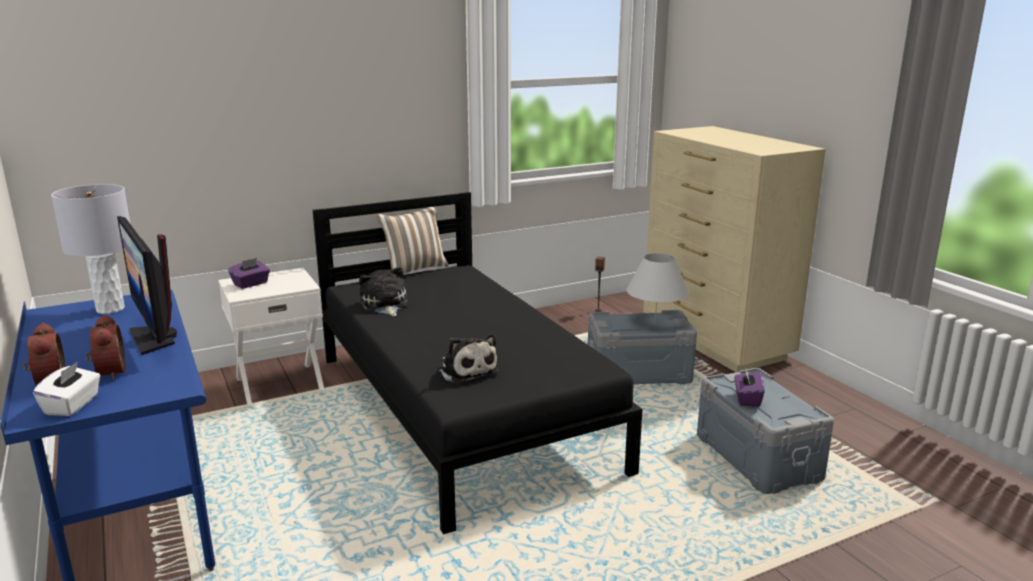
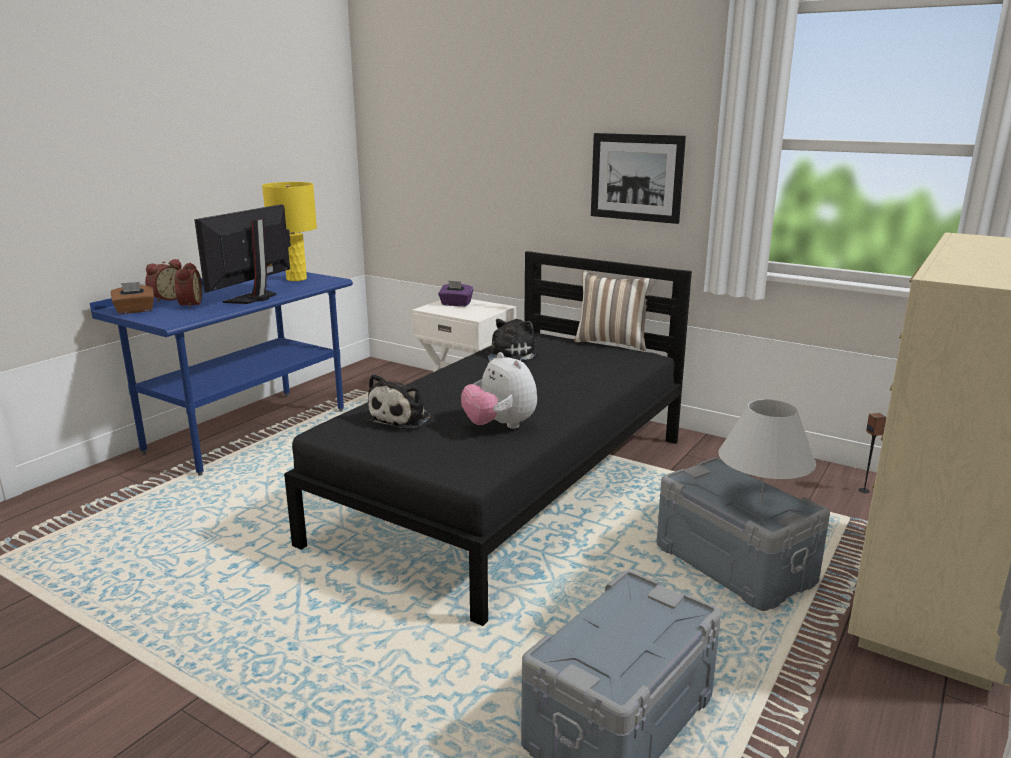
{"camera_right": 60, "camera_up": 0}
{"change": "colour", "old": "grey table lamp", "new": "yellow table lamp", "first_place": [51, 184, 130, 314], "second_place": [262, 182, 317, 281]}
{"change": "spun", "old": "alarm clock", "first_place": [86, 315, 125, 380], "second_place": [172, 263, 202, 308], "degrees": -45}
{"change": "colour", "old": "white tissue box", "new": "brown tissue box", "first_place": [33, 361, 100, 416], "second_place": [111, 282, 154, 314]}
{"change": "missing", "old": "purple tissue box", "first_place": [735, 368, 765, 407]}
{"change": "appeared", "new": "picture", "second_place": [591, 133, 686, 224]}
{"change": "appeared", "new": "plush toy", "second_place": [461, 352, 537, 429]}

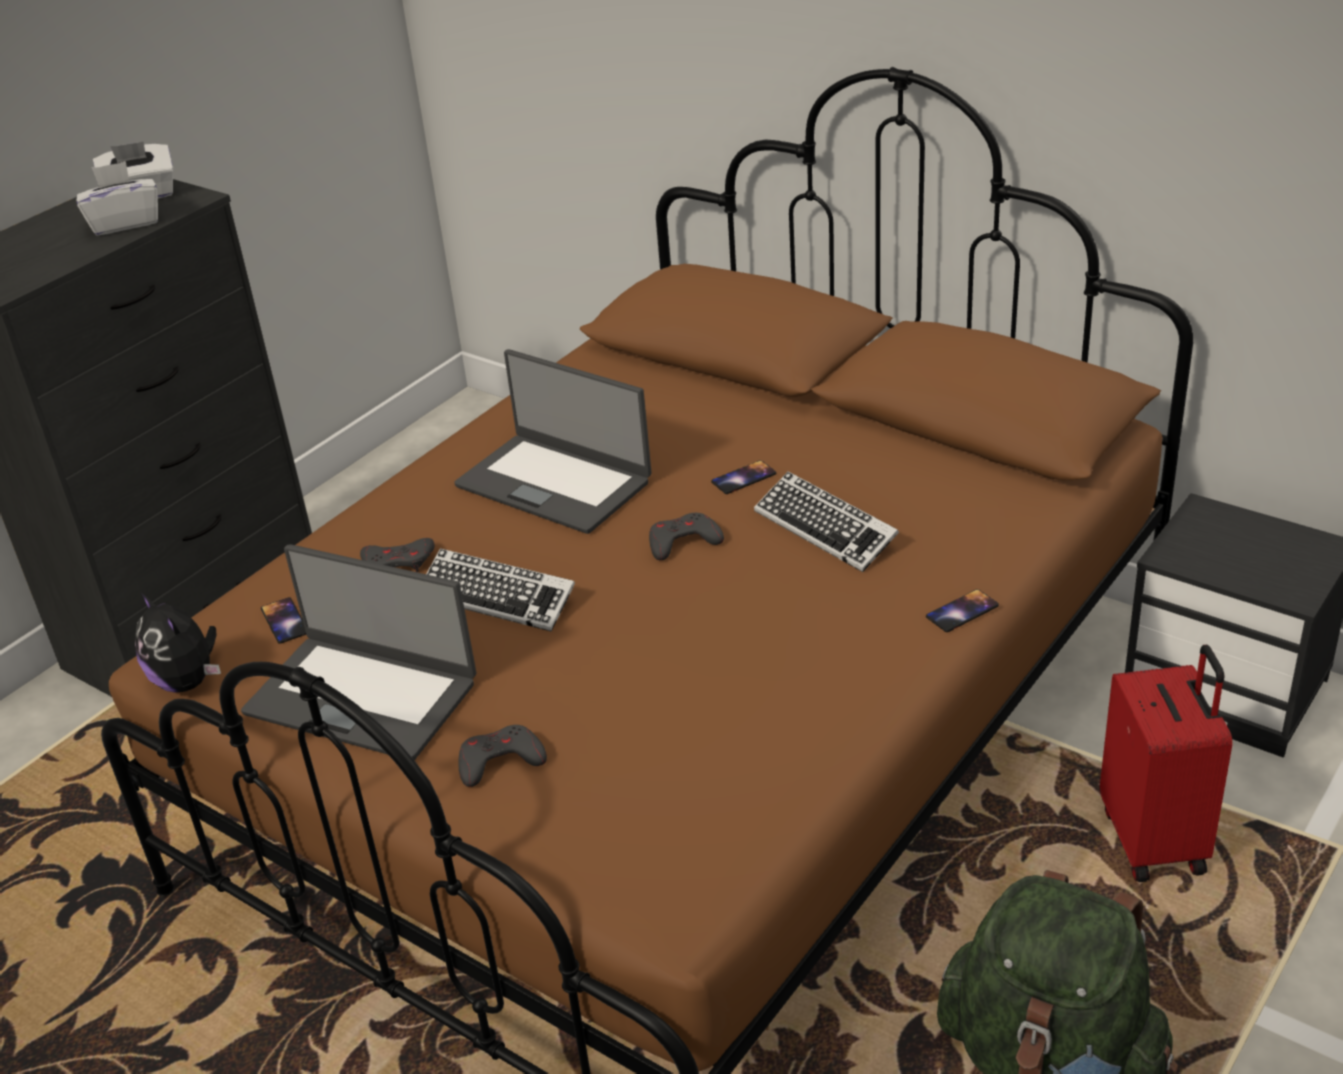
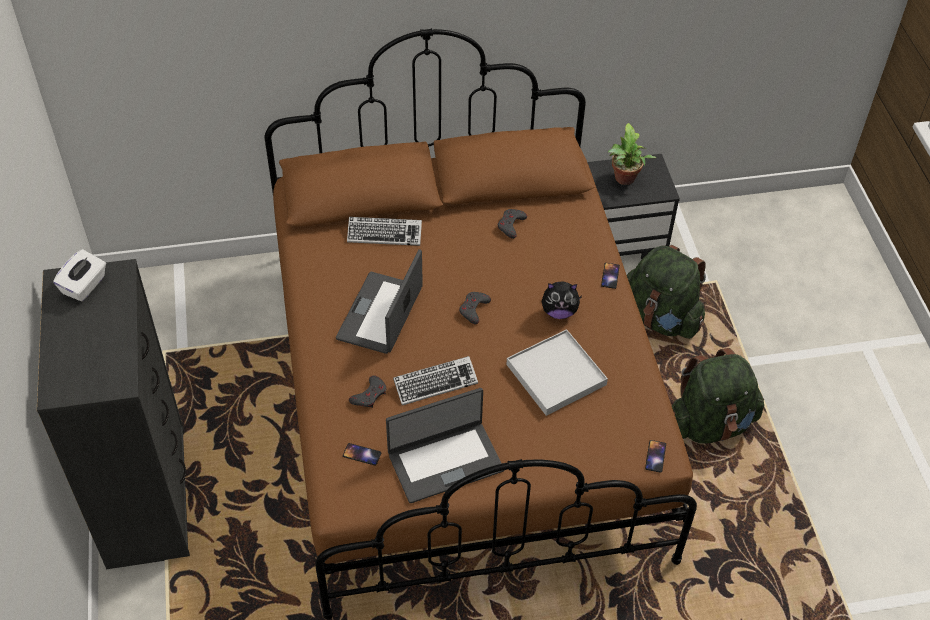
{"camera_right": -50, "camera_up": 15}
{"change": "missing", "old": "white tissue box", "first_place": [77, 161, 158, 235]}
{"change": "spun", "old": "laptop", "first_place": [454, 349, 652, 534], "second_place": [336, 249, 423, 354], "degrees": 120}
{"change": "relocated", "old": "phone", "first_place": [711, 460, 776, 494], "second_place": [645, 440, 666, 473]}
{"change": "relocated", "old": "keyboard", "first_place": [754, 471, 899, 572], "second_place": [347, 217, 422, 246]}
{"change": "relocated", "old": "plush toy", "first_place": [135, 592, 221, 693], "second_place": [541, 281, 582, 319]}
{"change": "exchanged", "old": "red suitcase", "new": "green backpack", "first_place": [1100, 645, 1233, 882], "second_place": [627, 245, 706, 339]}
{"change": "relocated", "old": "grey game controller", "first_place": [458, 725, 547, 787], "second_place": [498, 209, 527, 239]}
{"change": "appeared", "new": "potted plant", "second_place": [607, 123, 656, 185]}
{"change": "appeared", "new": "white tray", "second_place": [506, 329, 608, 416]}

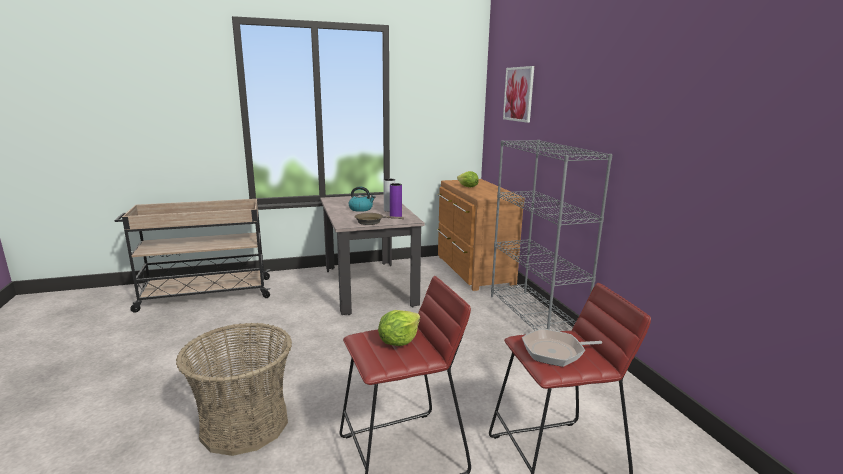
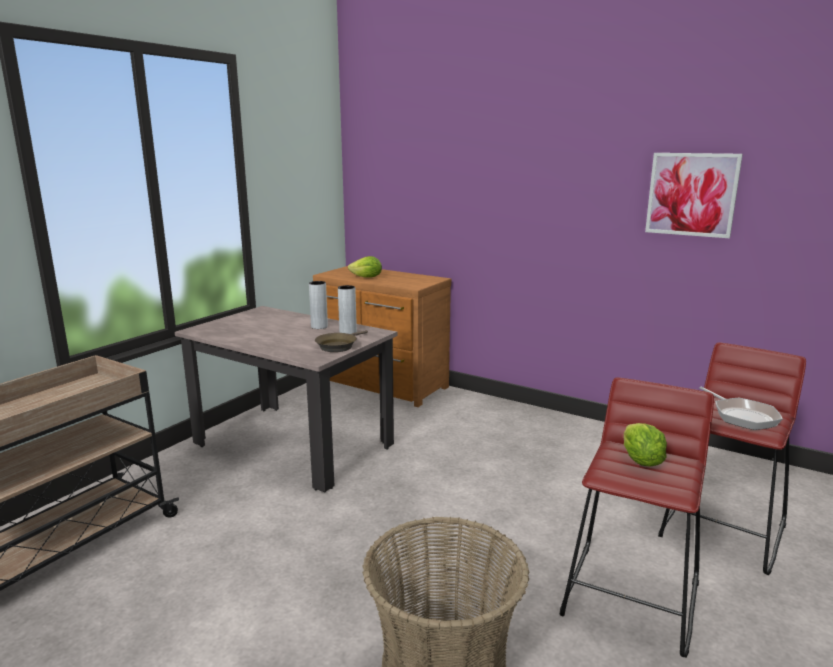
{"camera_right": -40, "camera_up": 0}
{"change": "relocated", "old": "picture", "first_place": [503, 66, 534, 123], "second_place": [645, 153, 743, 238]}
{"change": "missing", "old": "grey bookcase", "first_place": [491, 140, 613, 331]}
{"change": "colour", "old": "purple vase", "new": "grey vase", "first_place": [390, 183, 402, 217], "second_place": [338, 285, 357, 334]}
{"change": "missing", "old": "kettle", "first_place": [349, 186, 376, 212]}
{"change": "spun", "old": "frying pan", "first_place": [522, 329, 602, 367], "second_place": [699, 386, 783, 430], "degrees": -60}

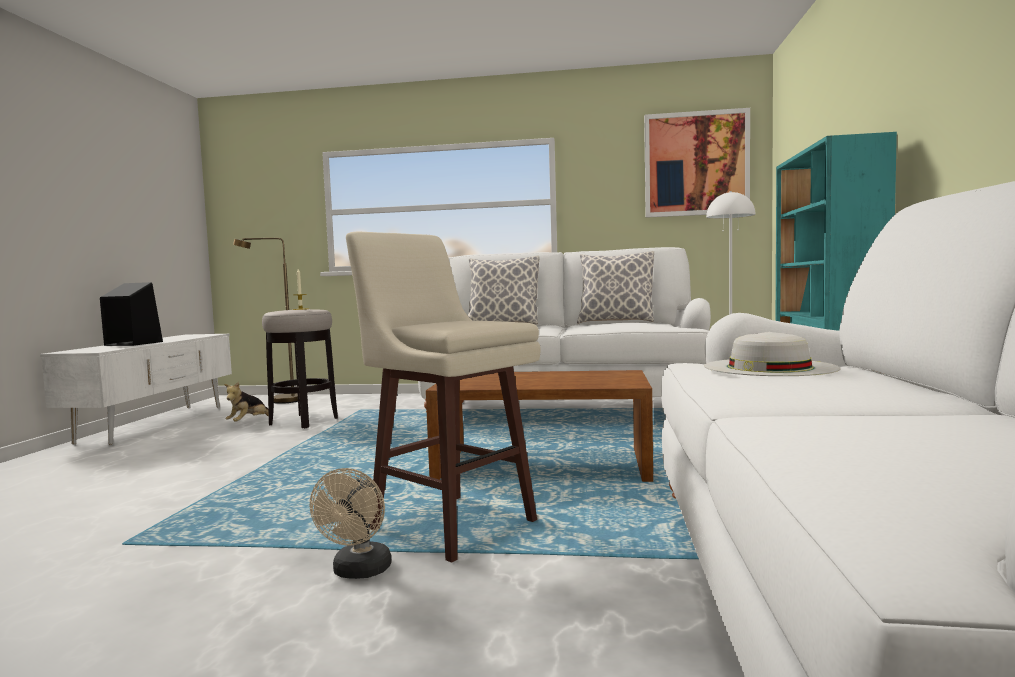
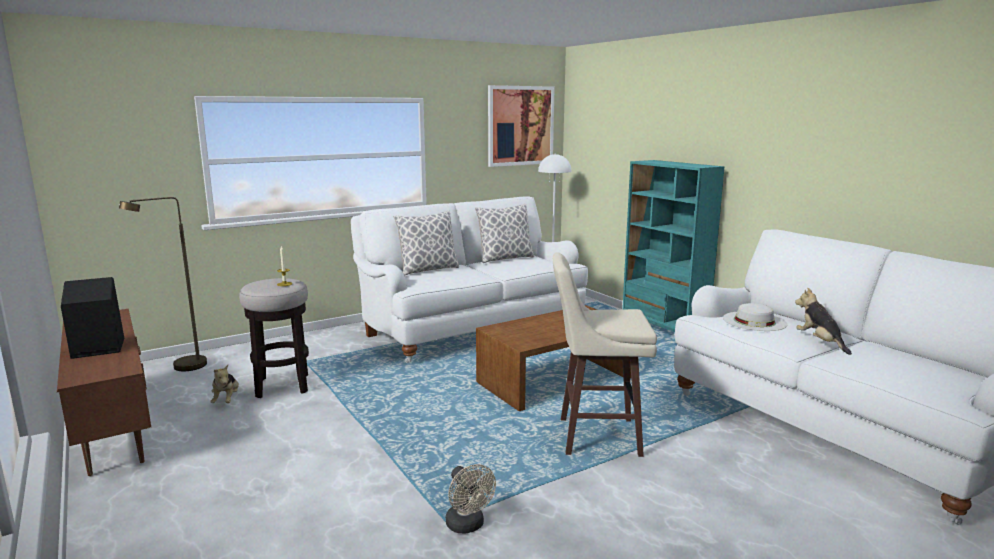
{"camera_right": -40, "camera_up": 10}
{"change": "colour", "old": "white tv stand", "new": "brown tv stand", "first_place": [40, 334, 232, 445], "second_place": [57, 309, 151, 476]}
{"change": "relocated", "old": "beige fan", "first_place": [310, 468, 392, 579], "second_place": [446, 464, 496, 534]}
{"change": "appeared", "new": "plush toy", "second_place": [795, 287, 852, 355]}

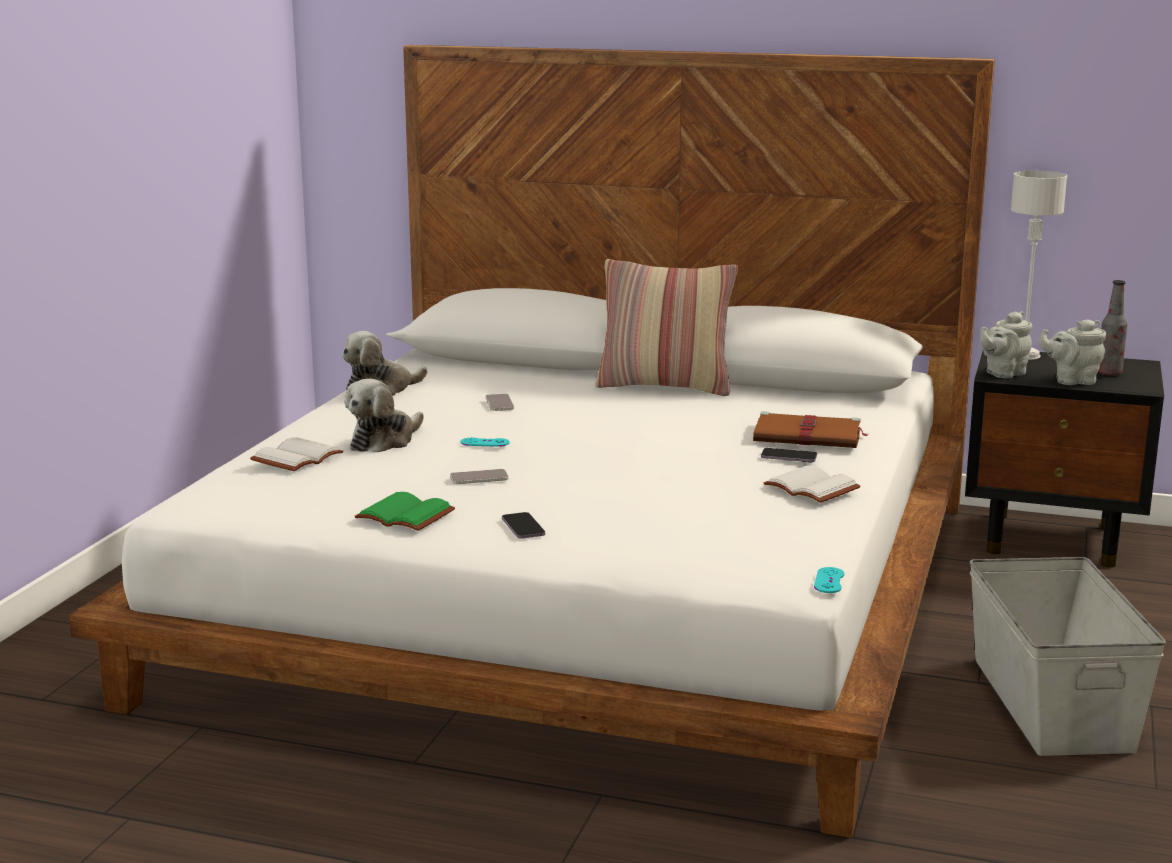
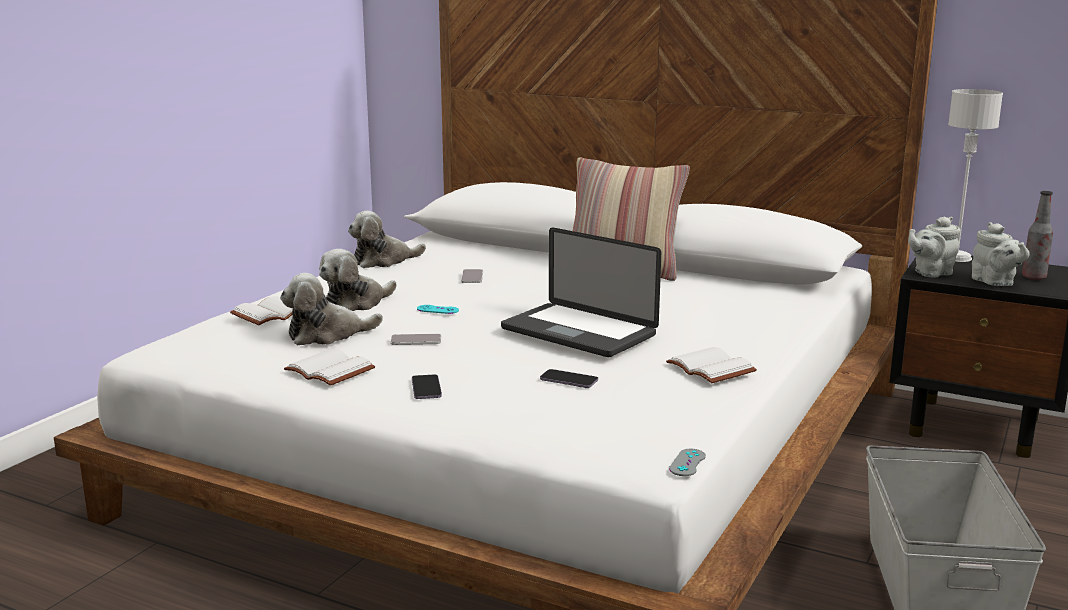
{"camera_right": 10, "camera_up": 0}
{"change": "spun", "old": "grey teapot", "first_place": [1039, 319, 1107, 385], "second_place": [972, 222, 1030, 286], "degrees": -120}
{"change": "missing", "old": "brown book", "first_place": [753, 412, 868, 448]}
{"change": "relocated", "old": "phone", "first_place": [761, 448, 817, 463], "second_place": [540, 369, 598, 388]}
{"change": "colour", "old": "green book", "new": "white book", "first_place": [355, 492, 455, 531], "second_place": [284, 349, 375, 386]}
{"change": "colour", "old": "turquoise game controller", "new": "grey game controller", "first_place": [814, 567, 845, 593], "second_place": [669, 449, 706, 476]}
{"change": "appeared", "new": "laptop", "second_place": [501, 227, 661, 357]}
{"change": "appeared", "new": "plush toy", "second_place": [280, 273, 383, 345]}

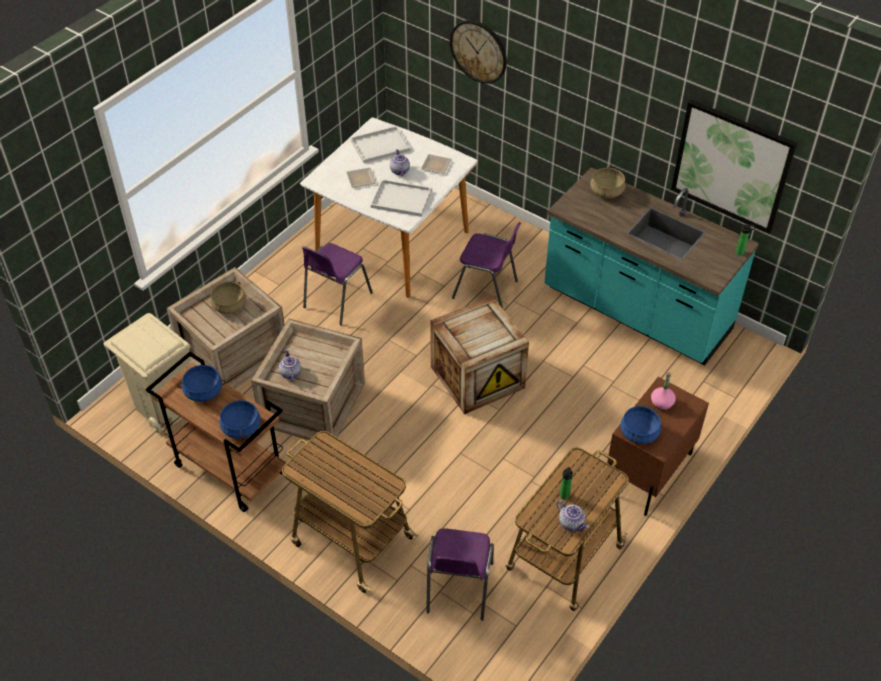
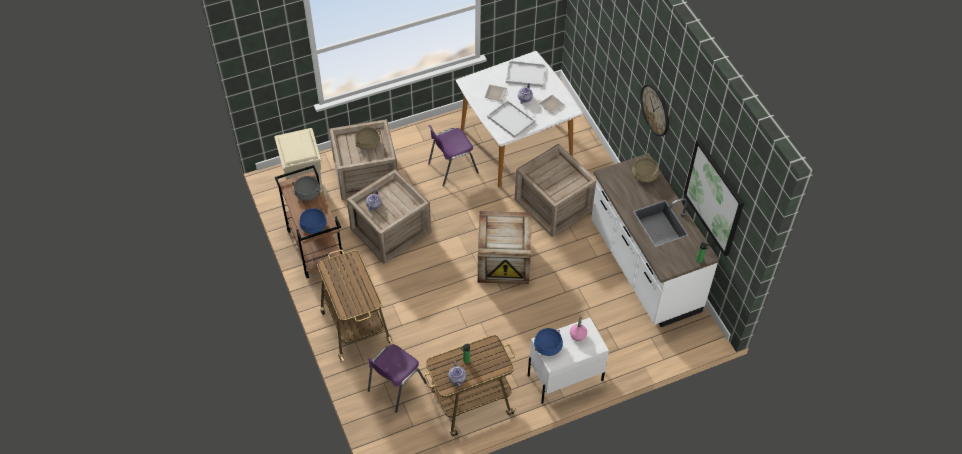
{"camera_right": 30, "camera_up": 5}
{"change": "relocated", "old": "wall clock", "first_place": [450, 20, 507, 84], "second_place": [640, 84, 669, 136]}
{"change": "colour", "old": "turquoise counter", "new": "white counter", "first_place": [544, 168, 759, 365], "second_place": [591, 153, 719, 327]}
{"change": "exchanged", "old": "purple chair", "new": "crate", "first_place": [452, 222, 521, 309], "second_place": [515, 144, 597, 237]}
{"change": "colour", "old": "blue cooking pot", "new": "grey cooking pot", "first_place": [177, 365, 225, 402], "second_place": [292, 176, 320, 201]}
{"change": "colour", "old": "brown nightstand", "new": "white nightstand", "first_place": [605, 377, 709, 516], "second_place": [528, 318, 609, 404]}

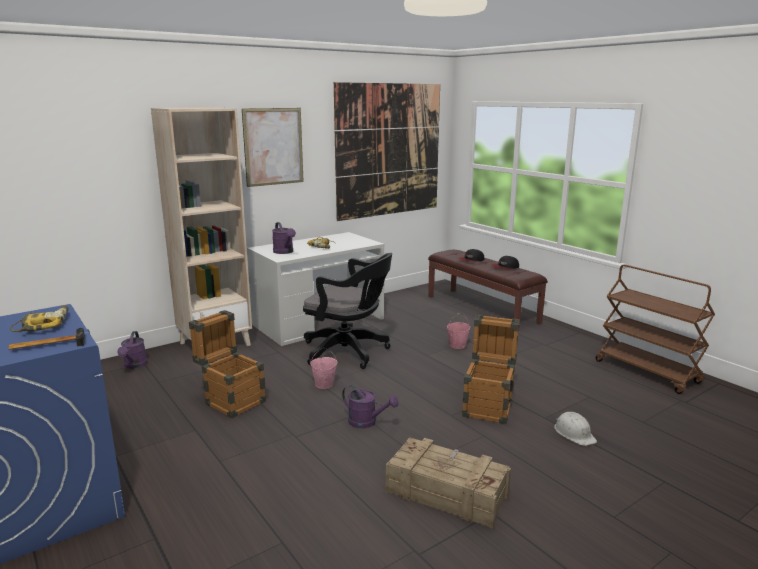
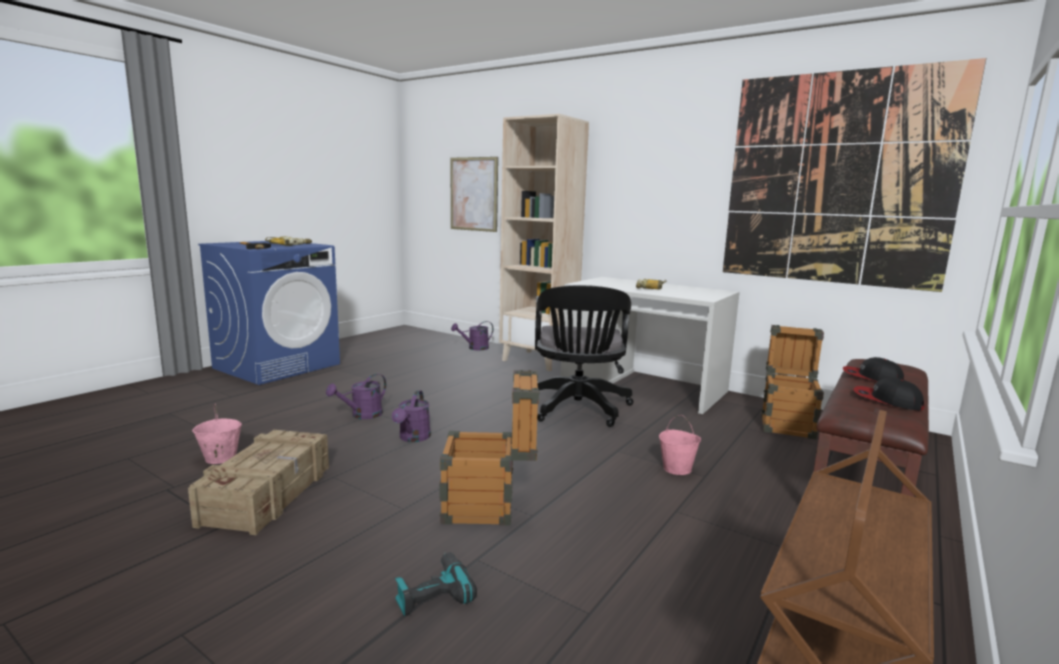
{"camera_right": 70, "camera_up": -5}
{"change": "relocated", "old": "picture", "first_place": [242, 108, 304, 187], "second_place": [451, 157, 498, 232]}
{"change": "relocated", "old": "purple watering can", "first_place": [272, 222, 296, 254], "second_place": [326, 374, 386, 419]}
{"change": "relocated", "old": "crate", "first_place": [189, 310, 266, 418], "second_place": [761, 325, 824, 440]}
{"change": "relocated", "old": "pink bucket", "first_place": [310, 348, 338, 389], "second_place": [192, 403, 242, 464]}
{"change": "exchanged", "old": "white hard hat", "new": "power drill", "first_place": [554, 412, 597, 446], "second_place": [395, 552, 477, 616]}

